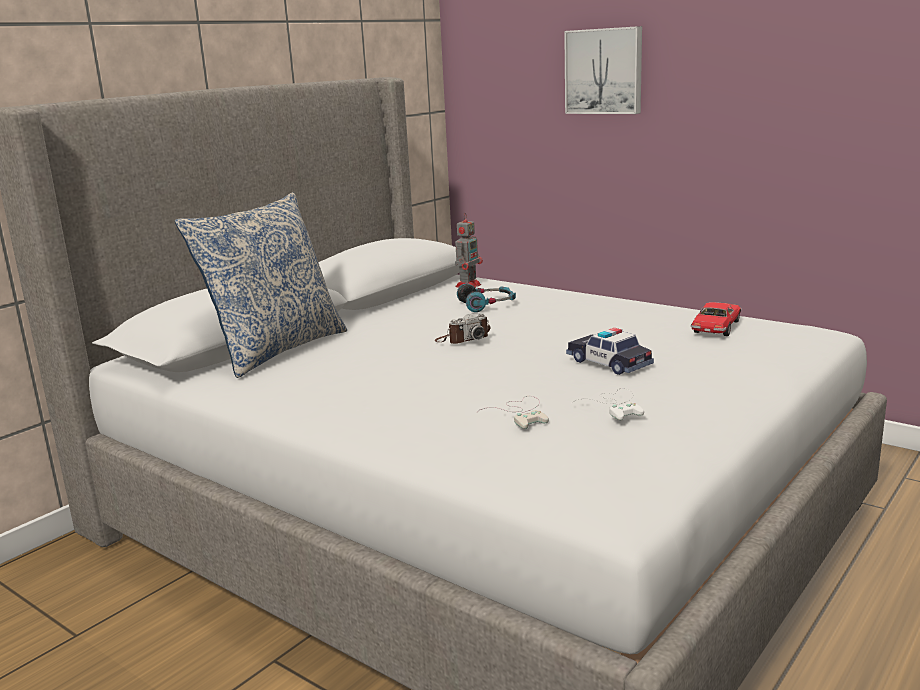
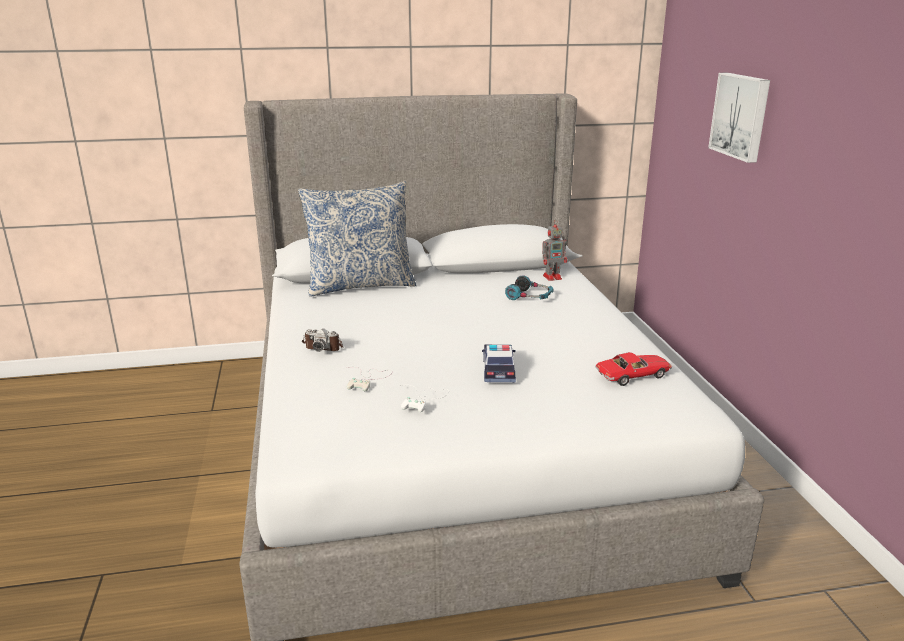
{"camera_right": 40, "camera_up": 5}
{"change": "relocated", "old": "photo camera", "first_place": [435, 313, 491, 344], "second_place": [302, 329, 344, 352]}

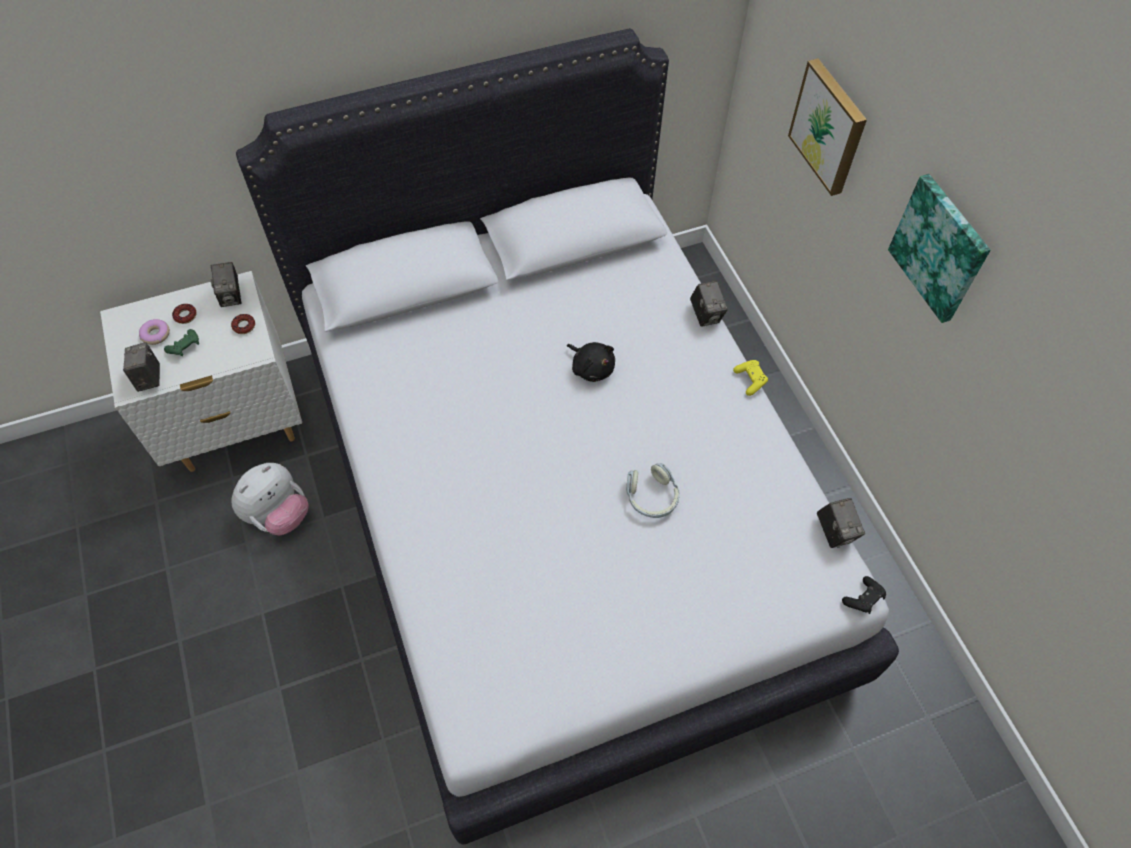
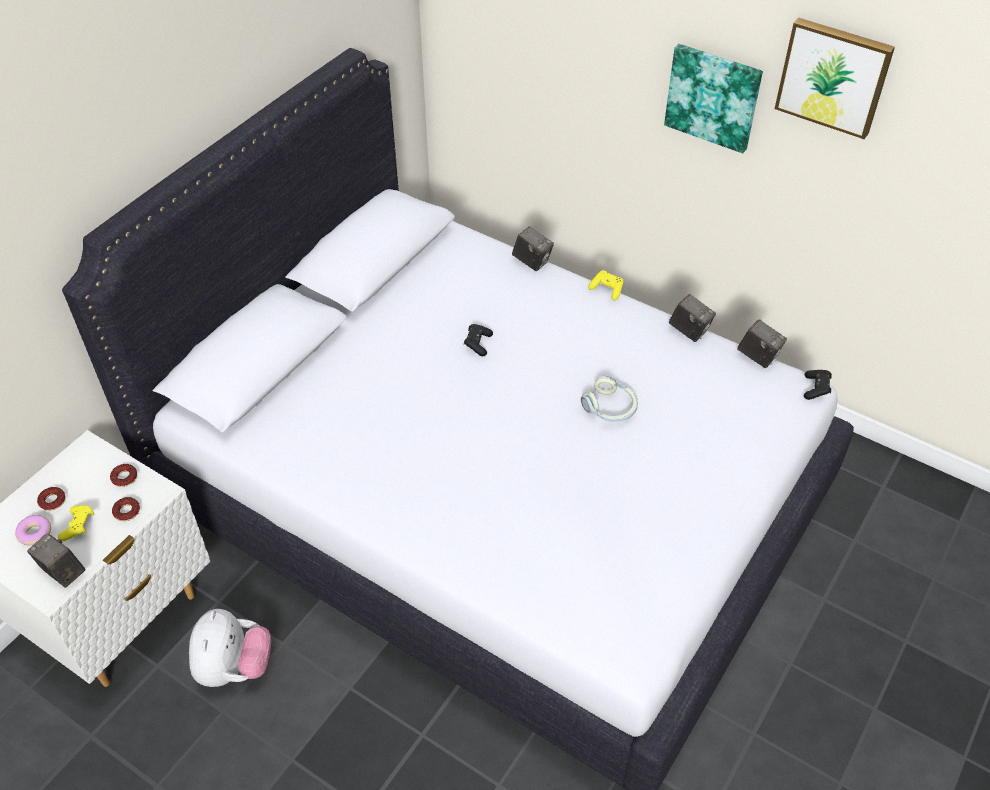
{"camera_right": -35, "camera_up": -10}
{"change": "relocated", "old": "picture", "first_place": [788, 59, 867, 196], "second_place": [775, 18, 895, 139]}
{"change": "relocated", "old": "photo camera", "first_place": [210, 262, 242, 307], "second_place": [669, 294, 716, 342]}
{"change": "colour", "old": "green game controller", "new": "yellow game controller", "first_place": [164, 329, 199, 356], "second_place": [58, 505, 94, 541]}
{"change": "exchanged", "old": "black plush toy", "new": "black game controller", "first_place": [567, 342, 615, 382], "second_place": [464, 324, 493, 356]}
{"change": "appeared", "new": "donut", "second_place": [112, 497, 140, 521]}

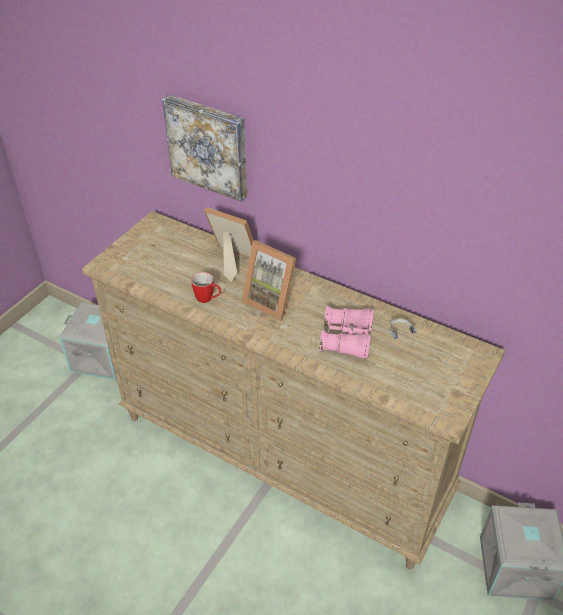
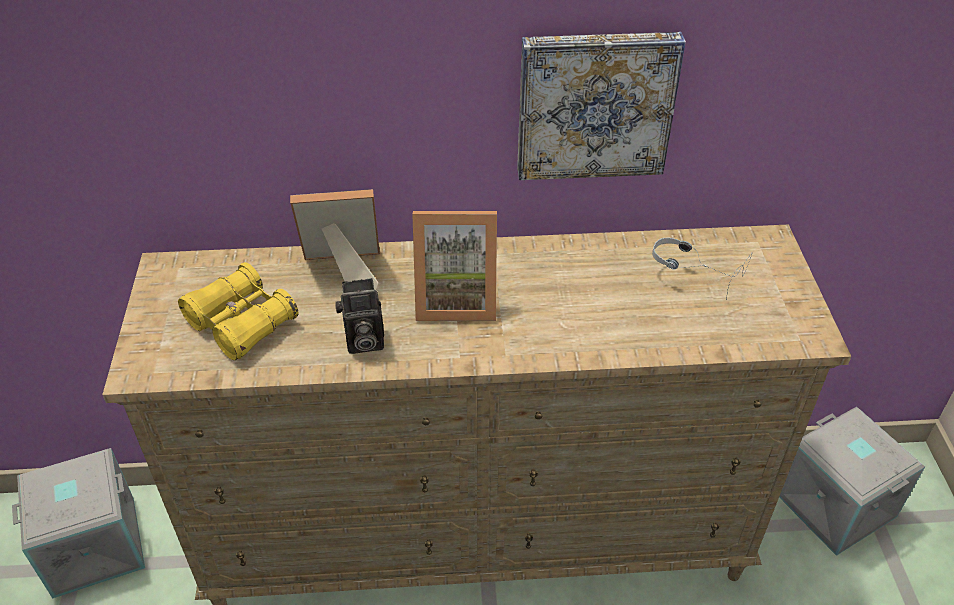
{"camera_right": -35, "camera_up": 0}
{"change": "relocated", "old": "picture", "first_place": [162, 94, 247, 202], "second_place": [517, 32, 686, 180]}
{"change": "exchanged", "old": "mug", "new": "photo camera", "first_place": [191, 272, 221, 303], "second_place": [335, 278, 384, 354]}
{"change": "missing", "old": "pink binoculars", "first_place": [319, 305, 374, 359]}
{"change": "appeared", "new": "yellow binoculars", "second_place": [178, 262, 298, 361]}

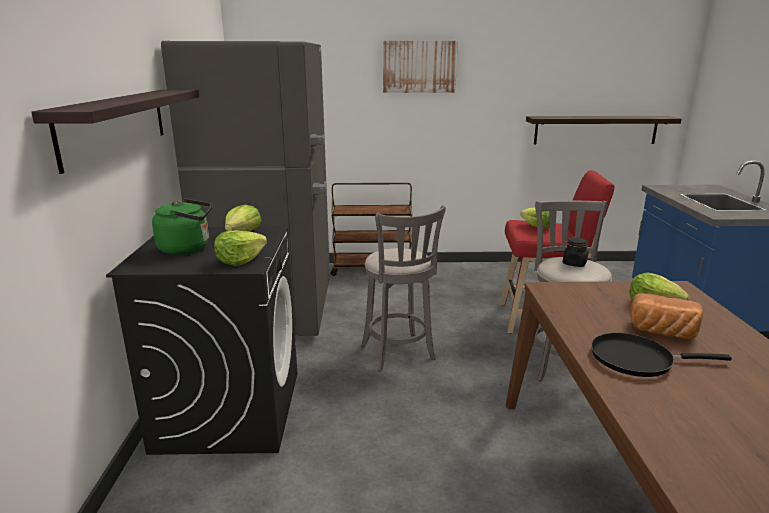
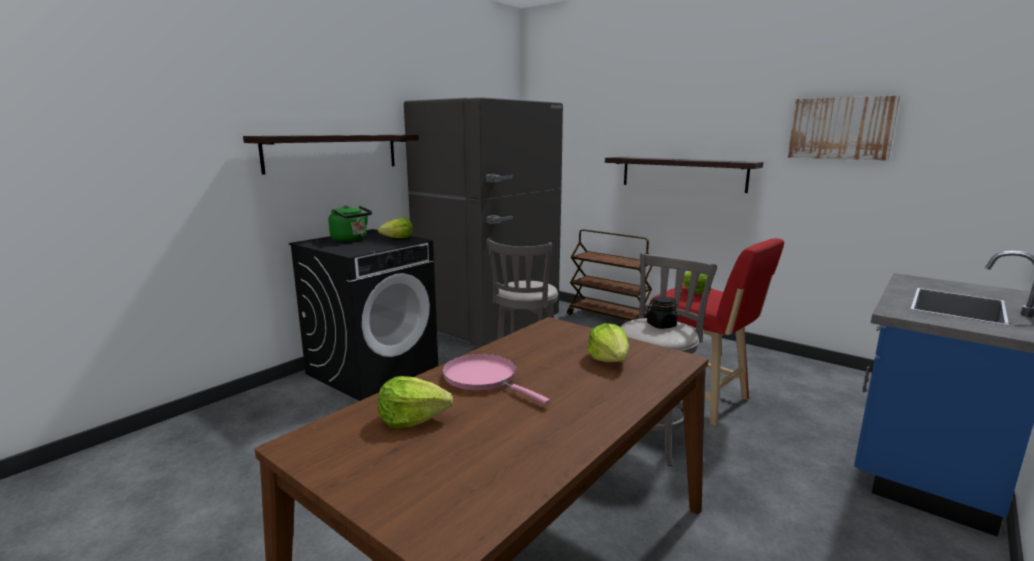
{"camera_right": 40, "camera_up": -5}
{"change": "relocated", "old": "picture", "first_place": [383, 41, 458, 93], "second_place": [788, 96, 900, 161]}
{"change": "relocated", "old": "shelf", "first_place": [526, 116, 682, 144], "second_place": [605, 157, 764, 193]}
{"change": "relocated", "old": "lettuce", "first_place": [214, 230, 267, 266], "second_place": [378, 376, 453, 428]}
{"change": "missing", "old": "bread", "first_place": [630, 293, 703, 339]}
{"change": "colour", "old": "black frying pan", "new": "pink frying pan", "first_place": [591, 333, 732, 377], "second_place": [442, 354, 550, 404]}

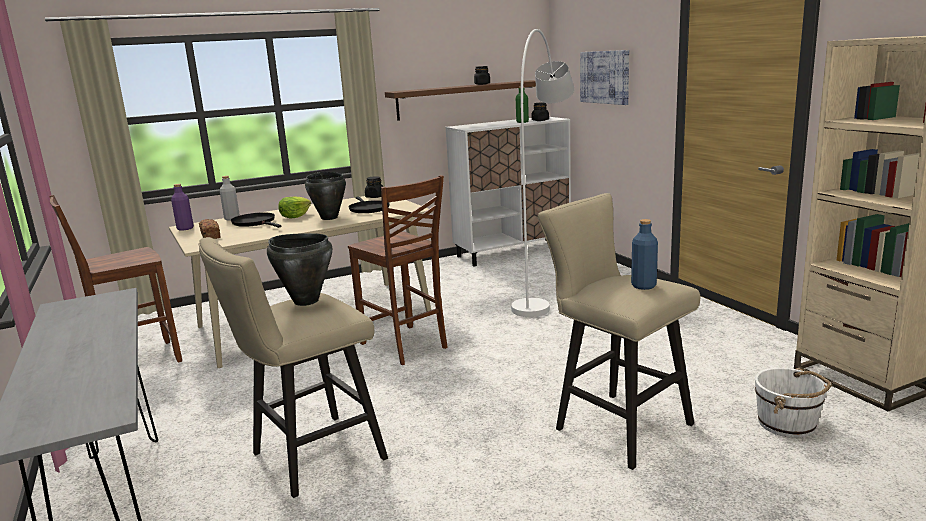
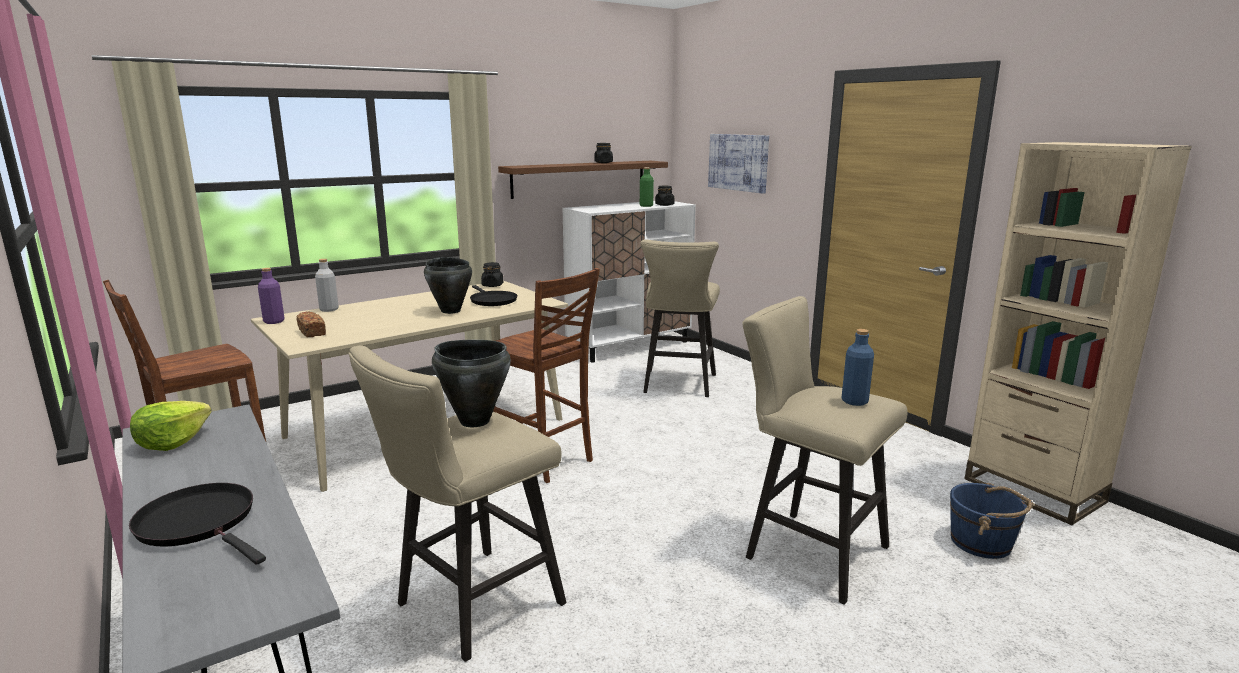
{"camera_right": -10, "camera_up": 0}
{"change": "exchanged", "old": "white floor lamp", "new": "beige stool", "first_place": [511, 29, 575, 317], "second_place": [640, 239, 720, 397]}
{"change": "relocated", "old": "lettuce", "first_place": [278, 196, 311, 218], "second_place": [130, 401, 212, 451]}
{"change": "relocated", "old": "black frying pan", "first_place": [231, 212, 281, 228], "second_place": [129, 483, 266, 565]}
{"change": "colour", "old": "white bucket", "new": "blue bucket", "first_place": [755, 368, 832, 438], "second_place": [950, 483, 1033, 559]}

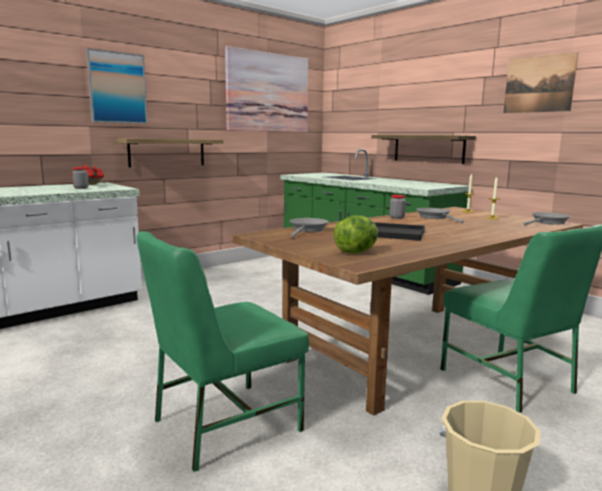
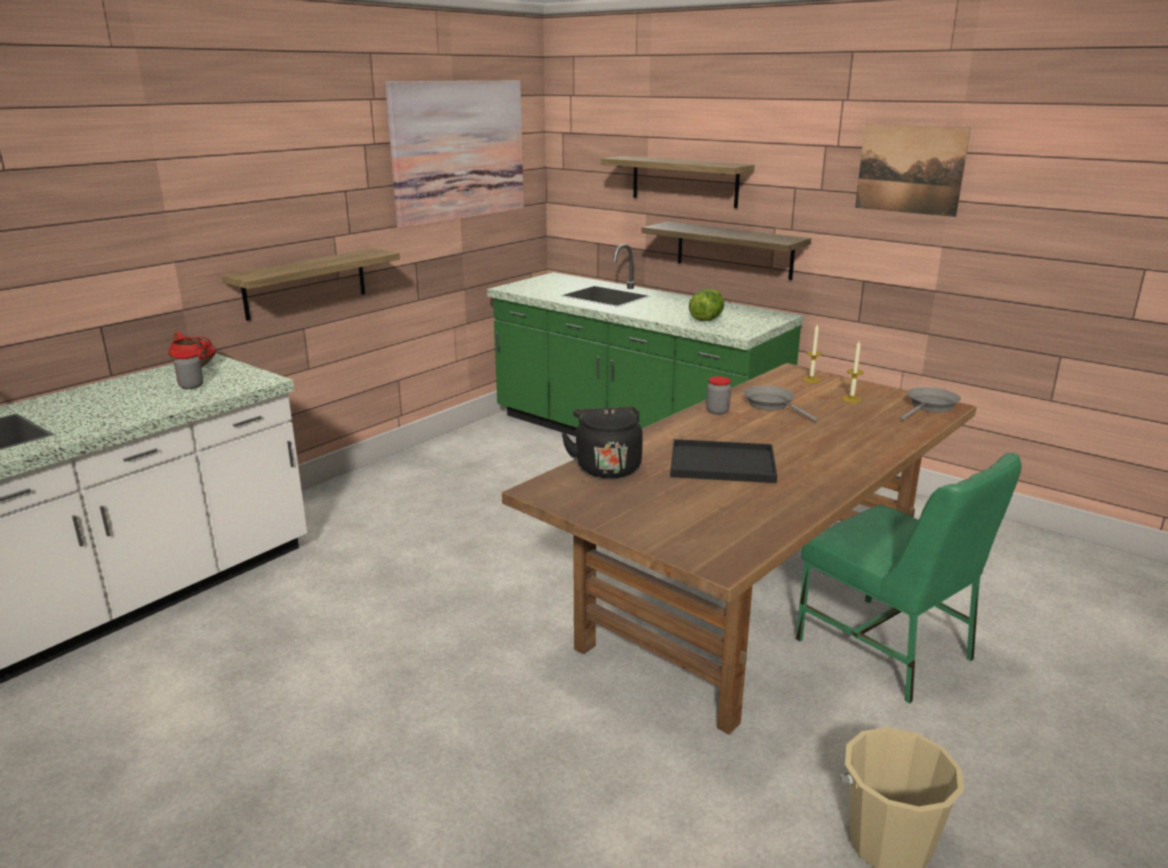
{"camera_right": -10, "camera_up": 10}
{"change": "missing", "old": "picture", "first_place": [86, 48, 148, 124]}
{"change": "relocated", "old": "lettuce", "first_place": [334, 215, 378, 253], "second_place": [689, 289, 724, 321]}
{"change": "exchanged", "old": "grey frying pan", "new": "black kettle", "first_place": [290, 218, 329, 238], "second_place": [562, 407, 643, 478]}
{"change": "missing", "old": "green chair", "first_place": [137, 231, 309, 472]}
{"change": "appeared", "new": "shelf", "second_place": [601, 156, 755, 208]}

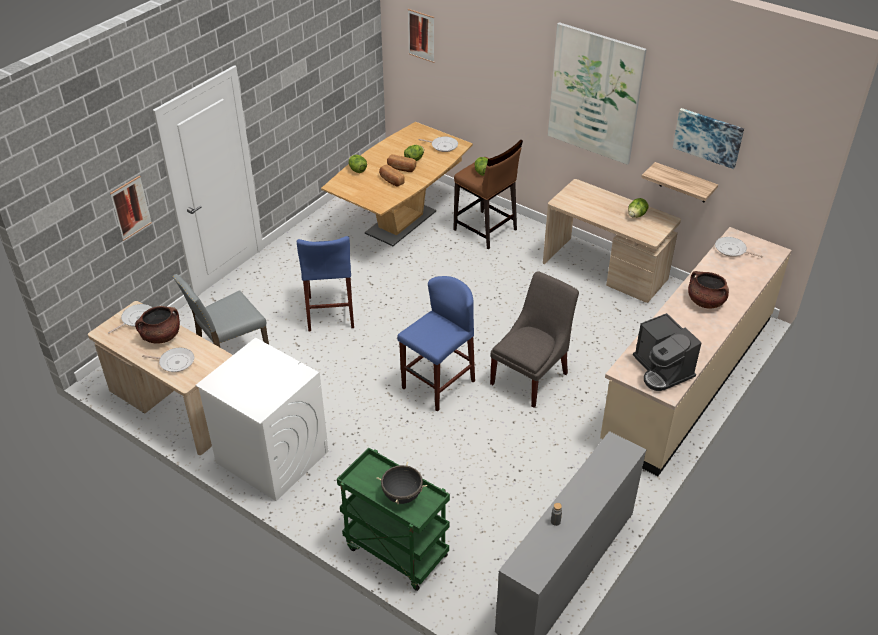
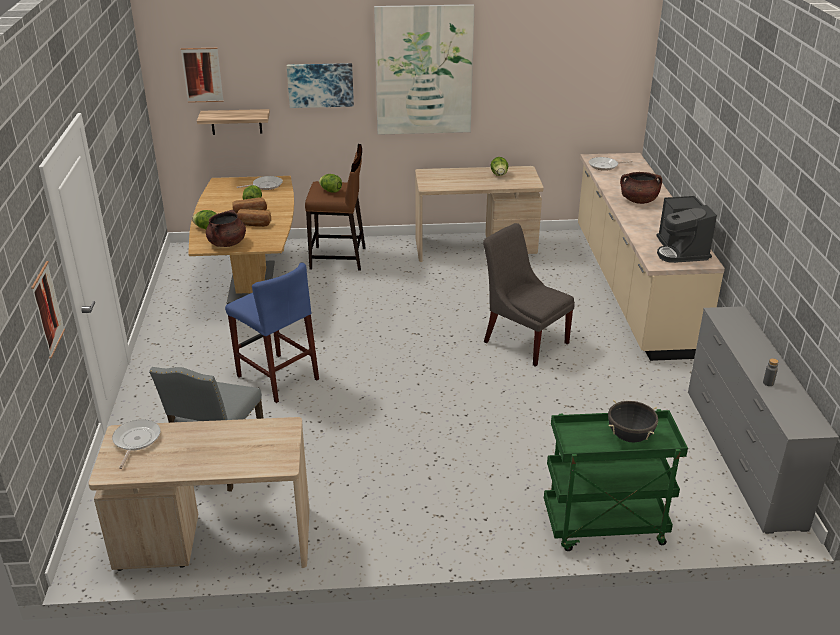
{"camera_right": -40, "camera_up": -10}
{"change": "relocated", "old": "picture", "first_place": [673, 108, 744, 169], "second_place": [287, 63, 354, 108]}
{"change": "relocated", "old": "shelf", "first_place": [641, 162, 718, 203], "second_place": [197, 109, 270, 135]}
{"change": "spun", "old": "grey chair", "first_place": [490, 271, 579, 408], "second_place": [483, 223, 575, 367], "degrees": -45}
{"change": "missing", "old": "blue stool", "first_place": [397, 276, 475, 412]}
{"change": "relocated", "old": "brown cooking pot", "first_place": [135, 306, 180, 344], "second_place": [206, 210, 246, 247]}
{"change": "spun", "old": "coffee machine", "first_place": [633, 313, 702, 391], "second_place": [656, 196, 717, 263], "degrees": 60}
{"change": "missing", "old": "white washing machine", "first_place": [196, 338, 329, 501]}
{"change": "missing", "old": "frying pan", "first_place": [142, 348, 194, 372]}

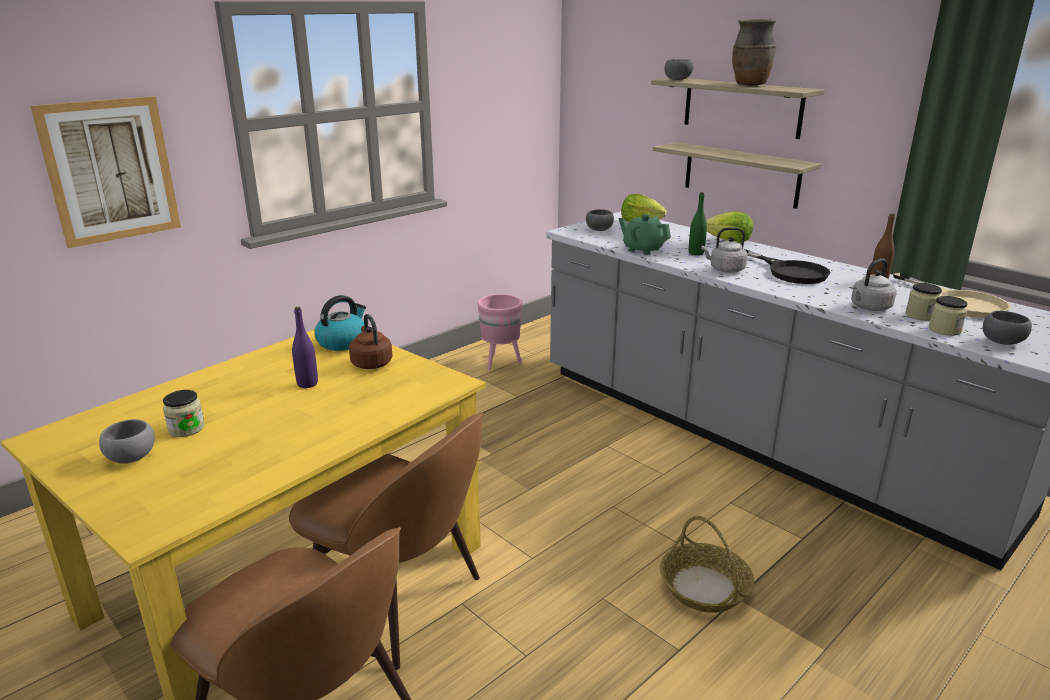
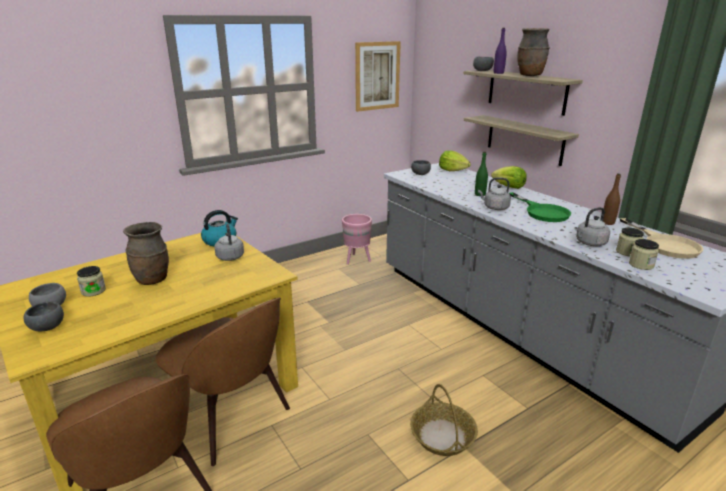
{"camera_right": 10, "camera_up": 0}
{"change": "relocated", "old": "picture", "first_place": [31, 96, 181, 248], "second_place": [355, 41, 401, 112]}
{"change": "missing", "old": "green teapot", "first_place": [619, 215, 671, 255]}
{"change": "colour", "old": "black frying pan", "new": "green frying pan", "first_place": [745, 249, 831, 284], "second_place": [509, 192, 571, 222]}
{"change": "relocated", "old": "purple bottle", "first_place": [292, 307, 318, 388], "second_place": [494, 28, 507, 74]}
{"change": "relocated", "old": "grey bowl", "first_place": [983, 311, 1032, 345], "second_place": [24, 301, 64, 331]}
{"change": "colour", "old": "brown kettle", "new": "grey kettle", "first_place": [349, 314, 392, 369], "second_place": [214, 224, 244, 261]}
{"change": "appeared", "new": "brown vase", "second_place": [123, 222, 169, 285]}

